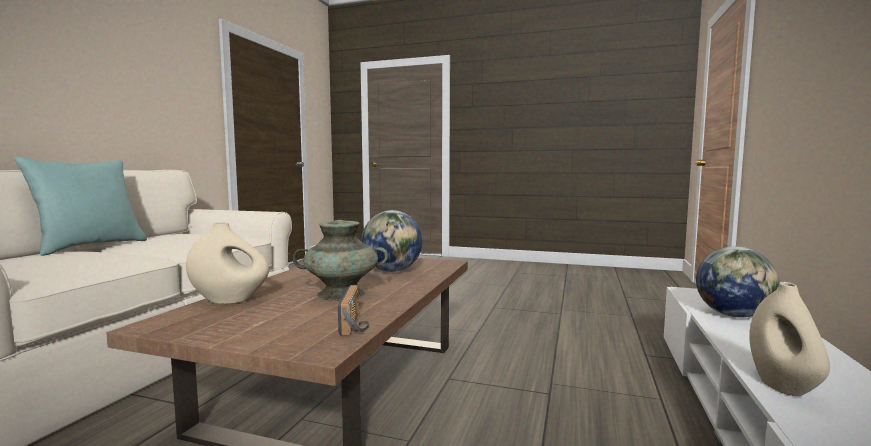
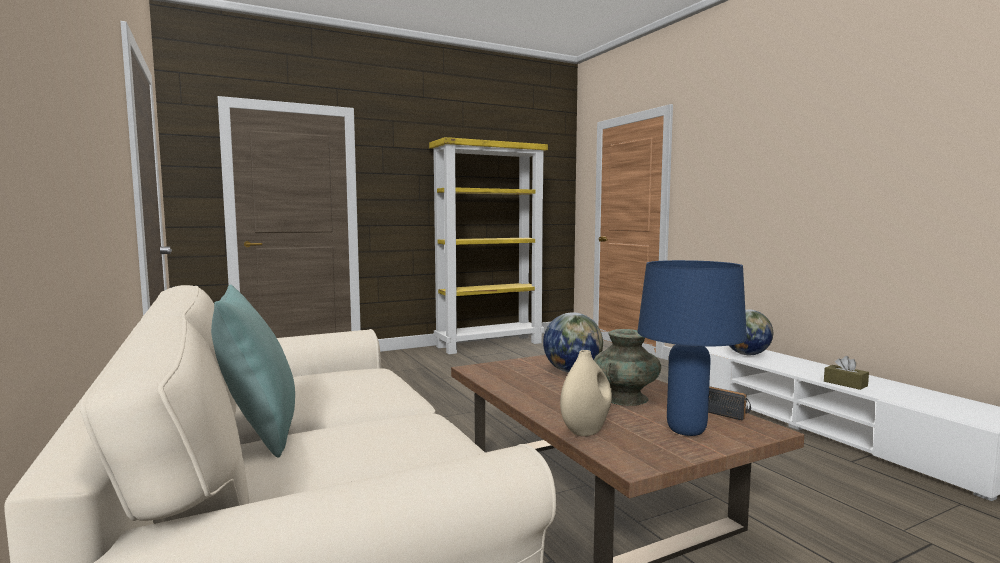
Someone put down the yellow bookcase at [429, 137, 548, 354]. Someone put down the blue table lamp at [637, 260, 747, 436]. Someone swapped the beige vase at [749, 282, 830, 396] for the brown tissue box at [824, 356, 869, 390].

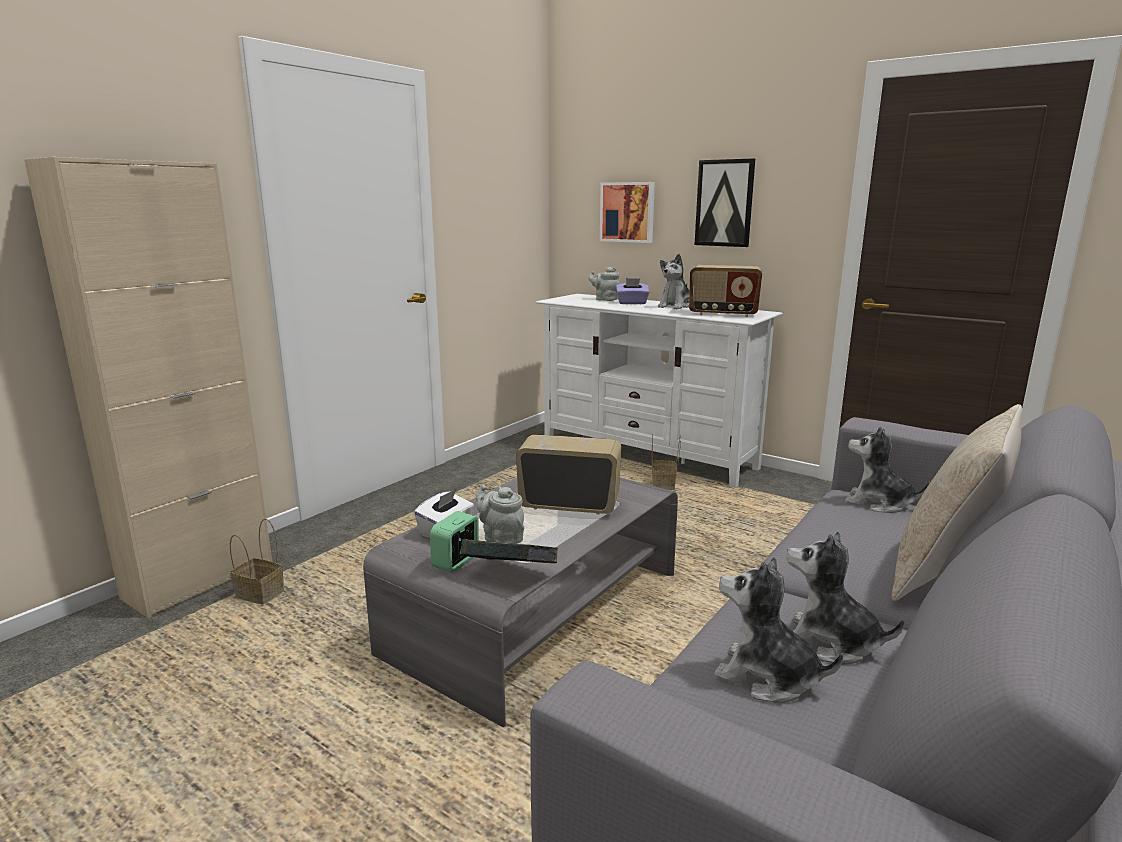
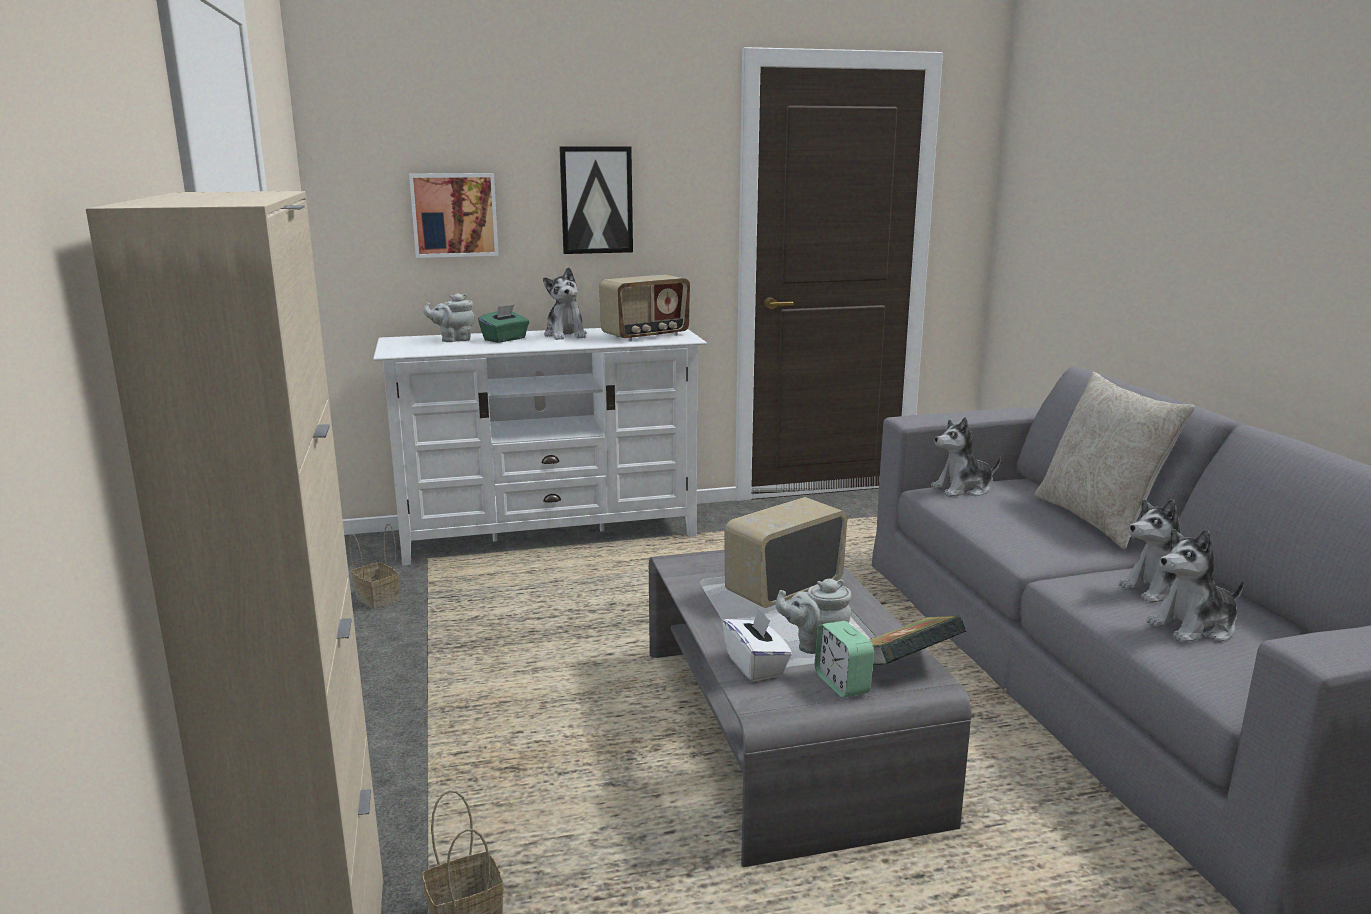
Someone carried the basket from [652, 434, 681, 490] to [350, 524, 399, 609]. Someone repainted the purple tissue box at [616, 278, 649, 304], which became the green tissue box at [478, 305, 529, 343].

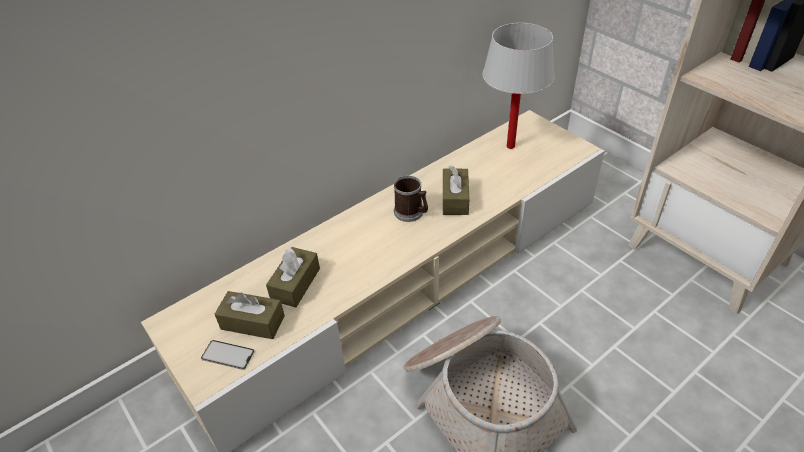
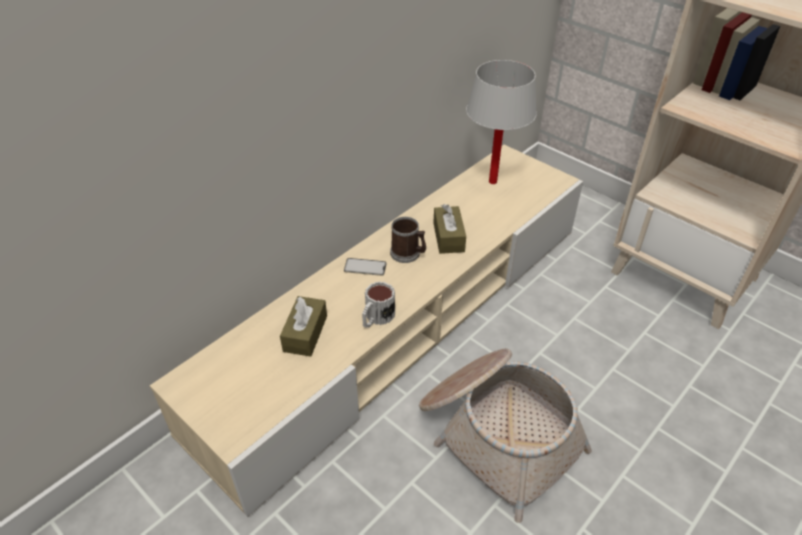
Someone carried the phone from [201, 340, 255, 370] to [344, 258, 387, 276]. Someone put down the mug at [362, 281, 395, 328]. Someone took away the brown tissue box at [215, 291, 285, 339].

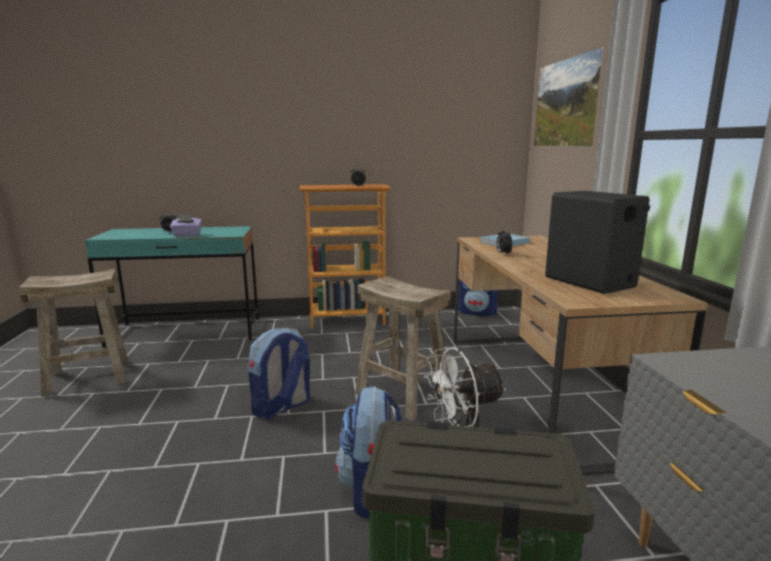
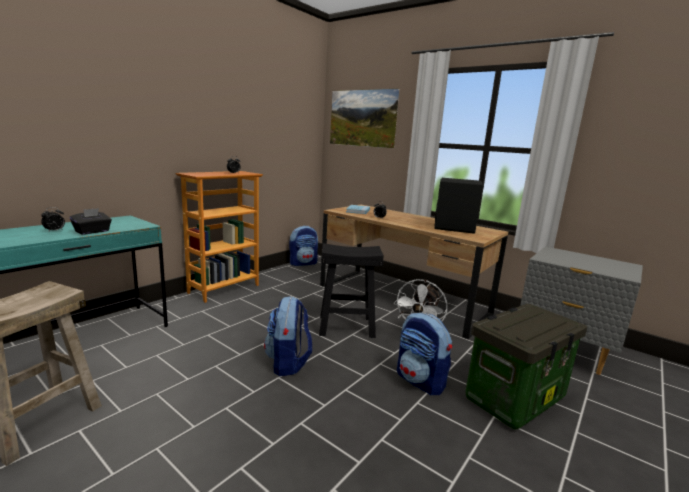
Someone repainted the purple tissue box at [170, 214, 202, 237], which became the black tissue box at [70, 208, 112, 235]. Someone repainted the beige stool at [355, 276, 451, 421], which became the black stool at [319, 243, 384, 338].

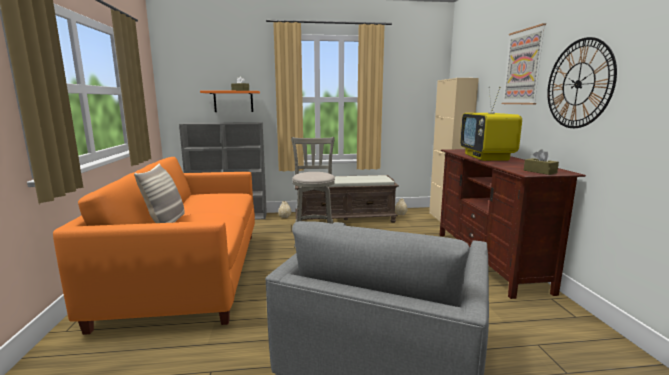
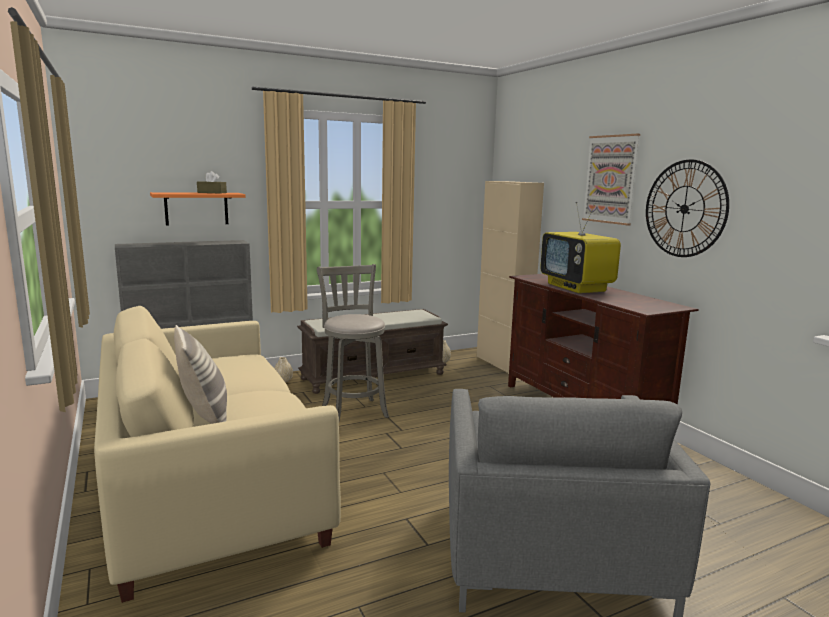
Someone repainted the orange sofa at [53, 157, 255, 335], which became the beige sofa at [94, 306, 341, 603]. Someone took away the brown tissue box at [524, 149, 559, 175].

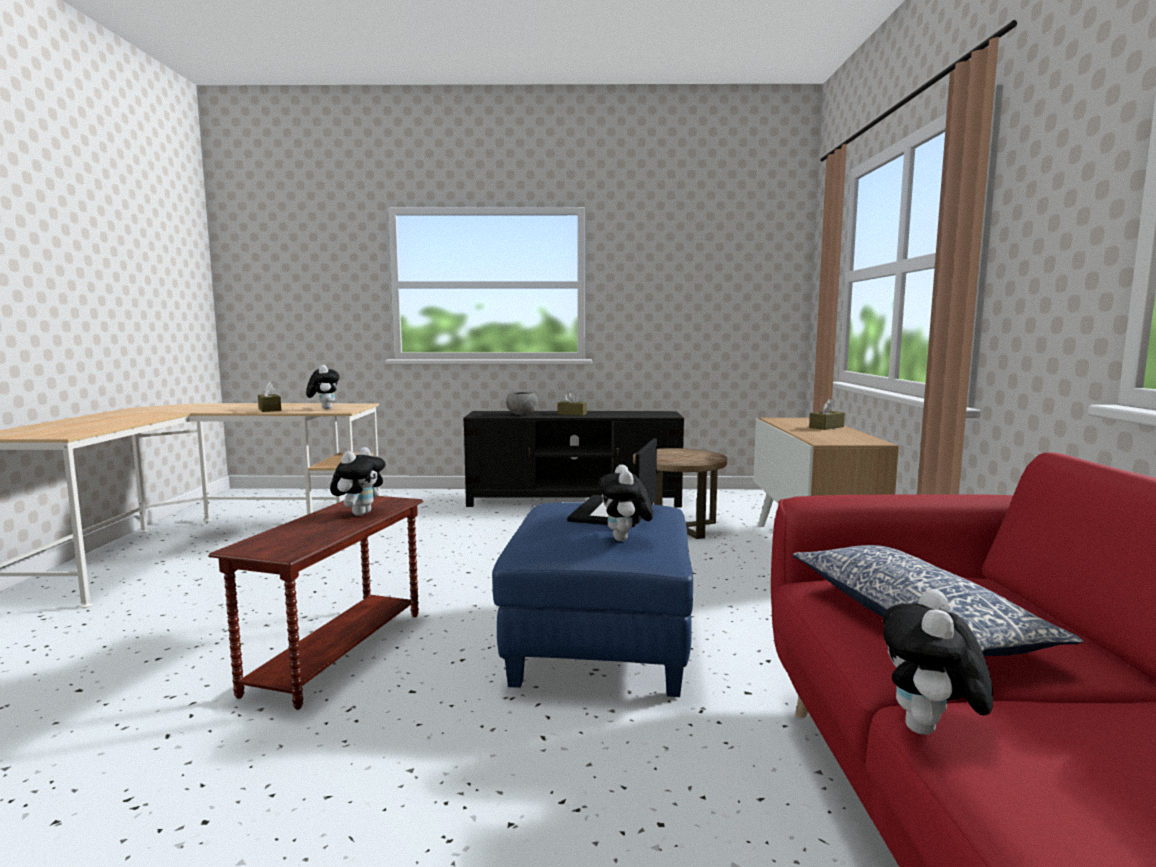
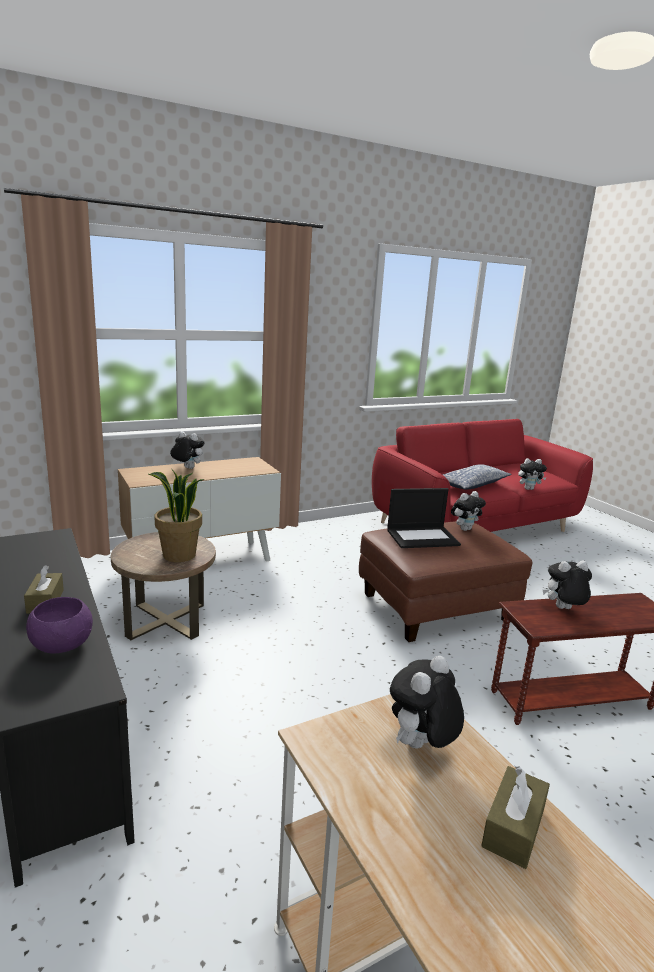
Someone repainted the grey bowl at [506, 392, 538, 415], which became the purple bowl at [26, 597, 93, 654]. Someone put down the potted plant at [147, 469, 205, 562]. Someone swapped the brown tissue box at [809, 399, 845, 430] for the plush toy at [170, 431, 205, 469]. Someone repainted the blue ottoman at [492, 502, 693, 697], which became the brown ottoman at [359, 521, 532, 642].

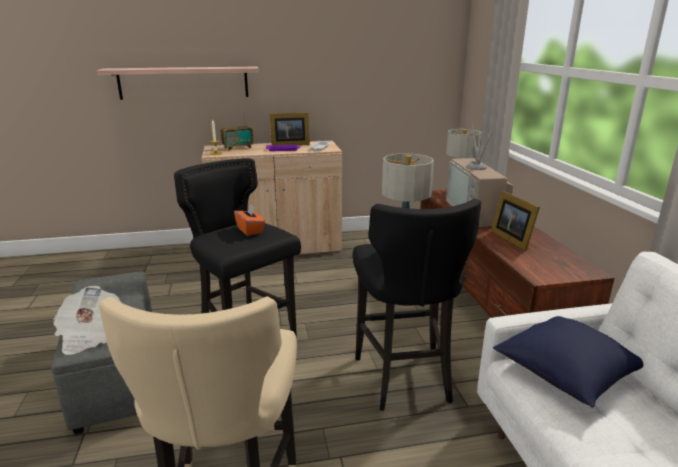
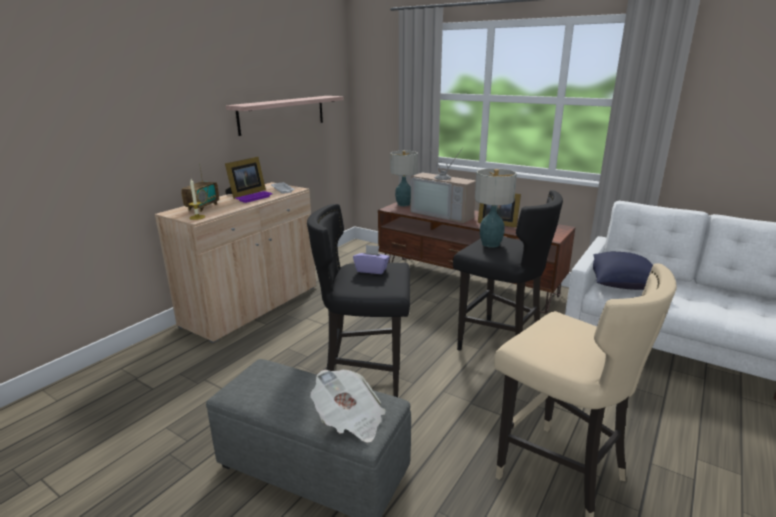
Someone carried the shelf from [97, 67, 259, 100] to [226, 96, 344, 136]. Someone repainted the orange tissue box at [234, 204, 265, 236], which became the purple tissue box at [353, 245, 390, 274].

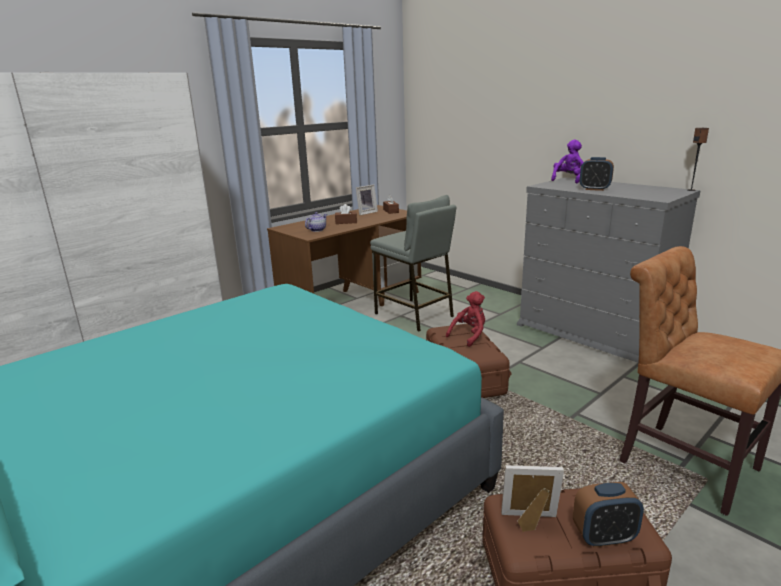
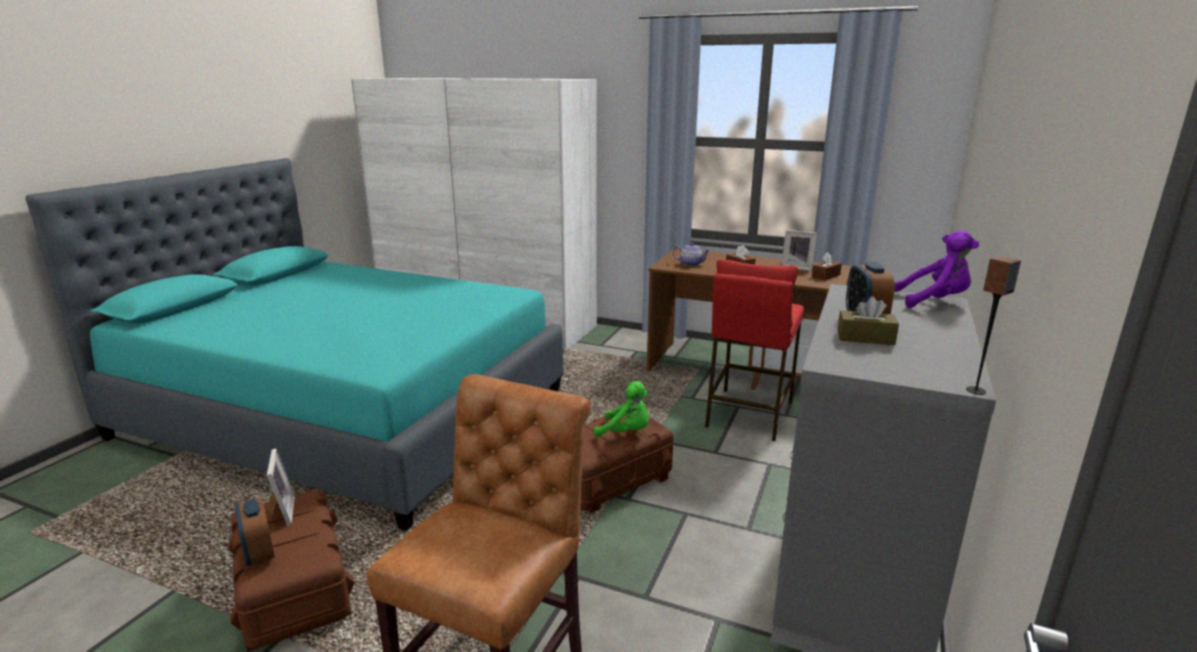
Someone repainted the red plush toy at [446, 291, 485, 347], which became the green plush toy at [594, 381, 649, 437]. Someone repainted the grey stool at [370, 195, 456, 331], which became the red stool at [705, 259, 804, 441]. Someone put down the brown tissue box at [837, 296, 899, 345].

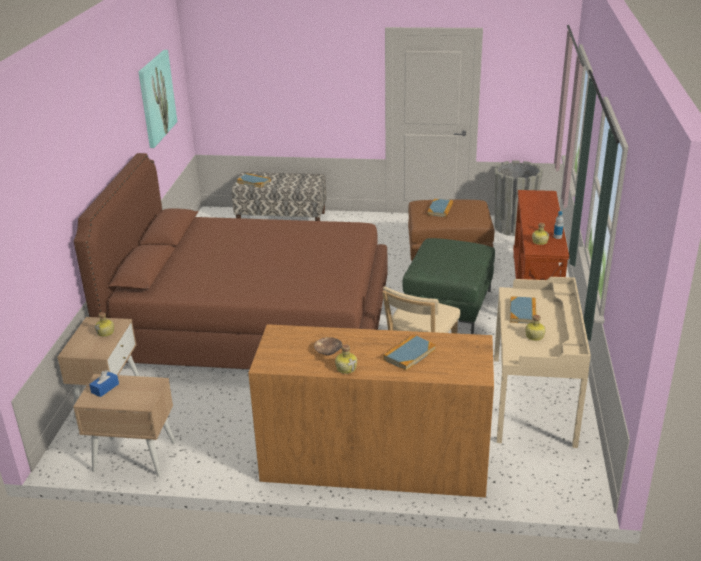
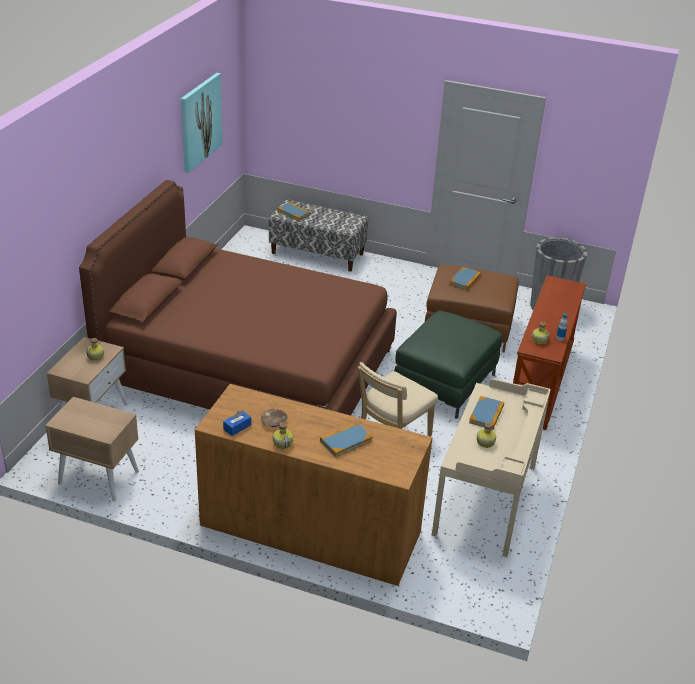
Someone carried the blue tissue box from [89, 370, 119, 397] to [223, 410, 251, 436].

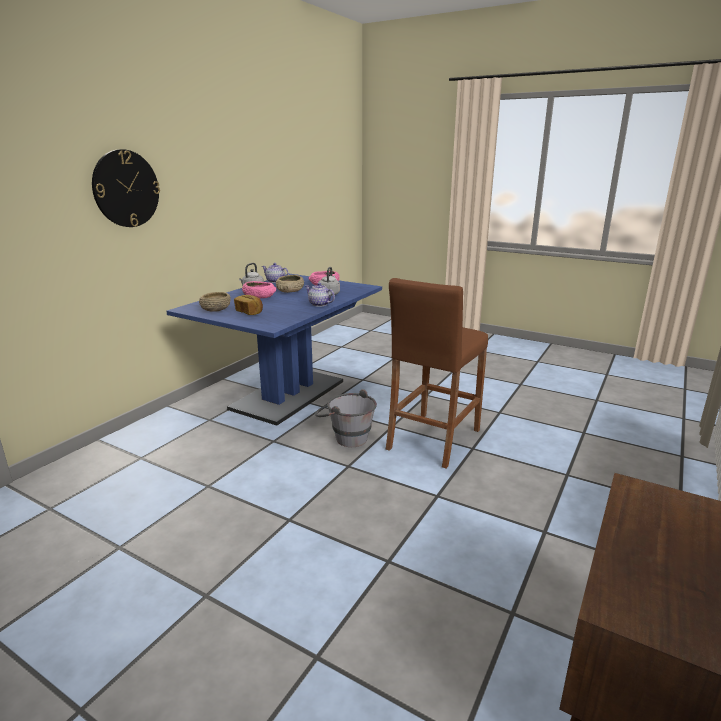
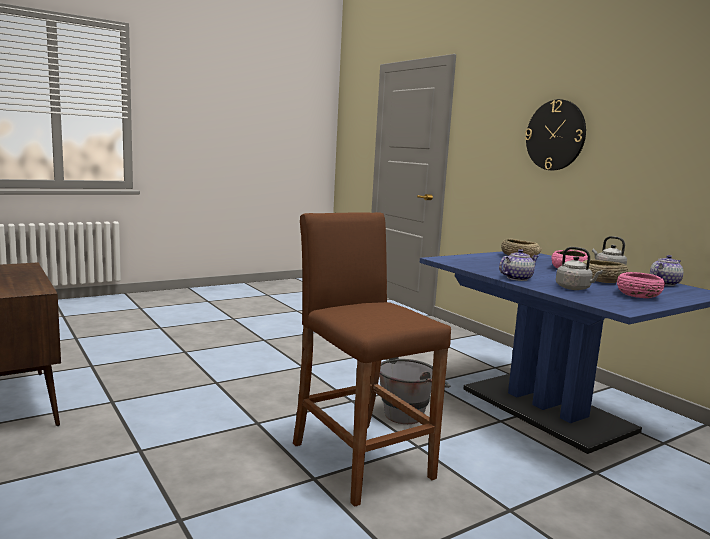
Someone took away the bread at [234, 295, 263, 315].

